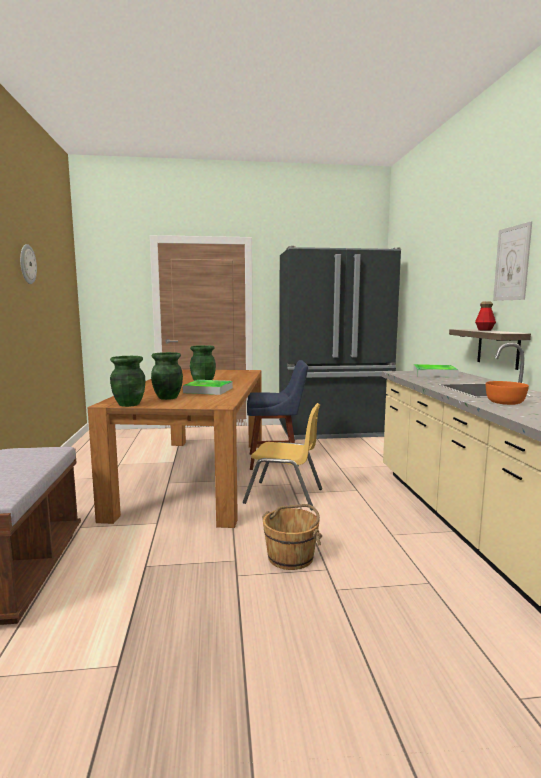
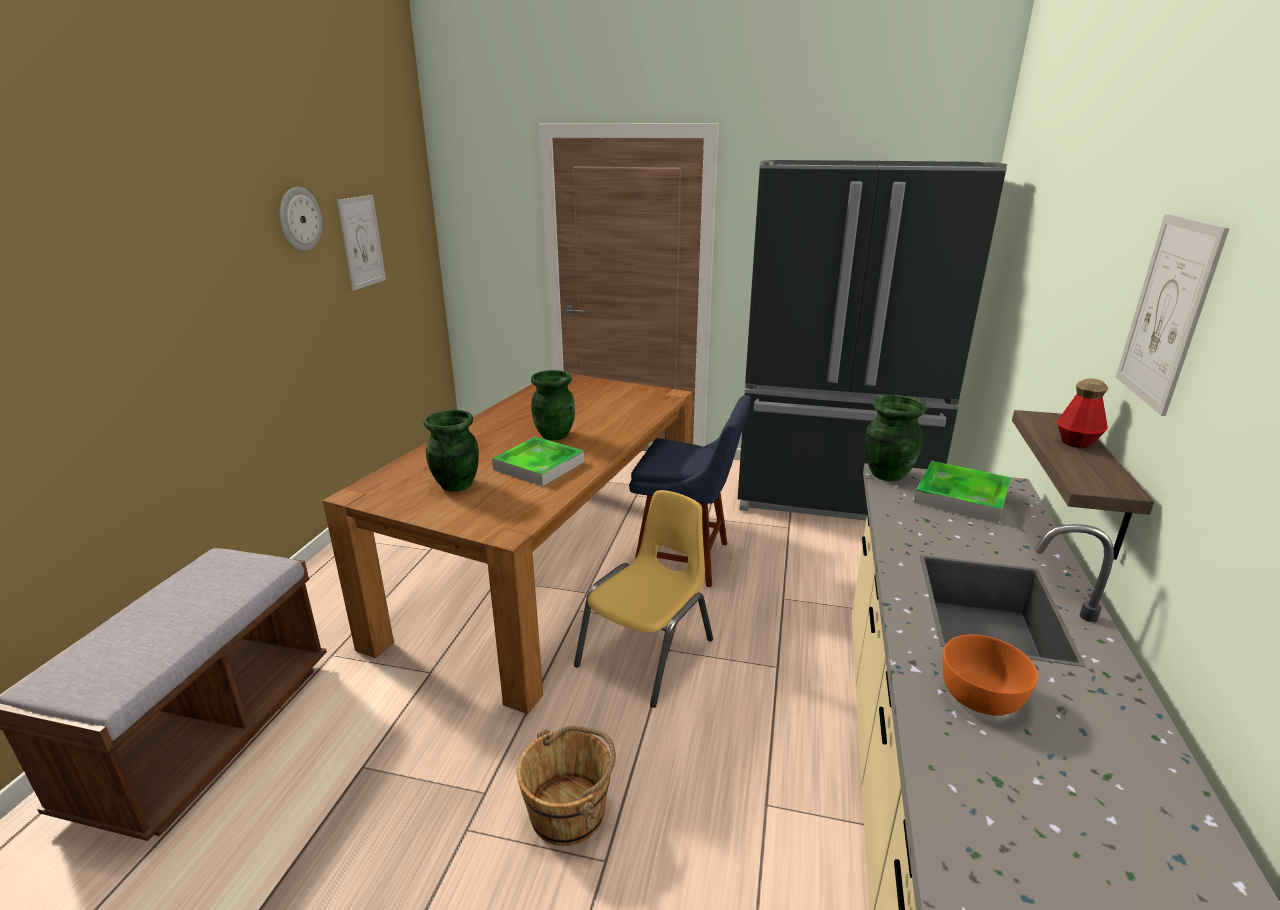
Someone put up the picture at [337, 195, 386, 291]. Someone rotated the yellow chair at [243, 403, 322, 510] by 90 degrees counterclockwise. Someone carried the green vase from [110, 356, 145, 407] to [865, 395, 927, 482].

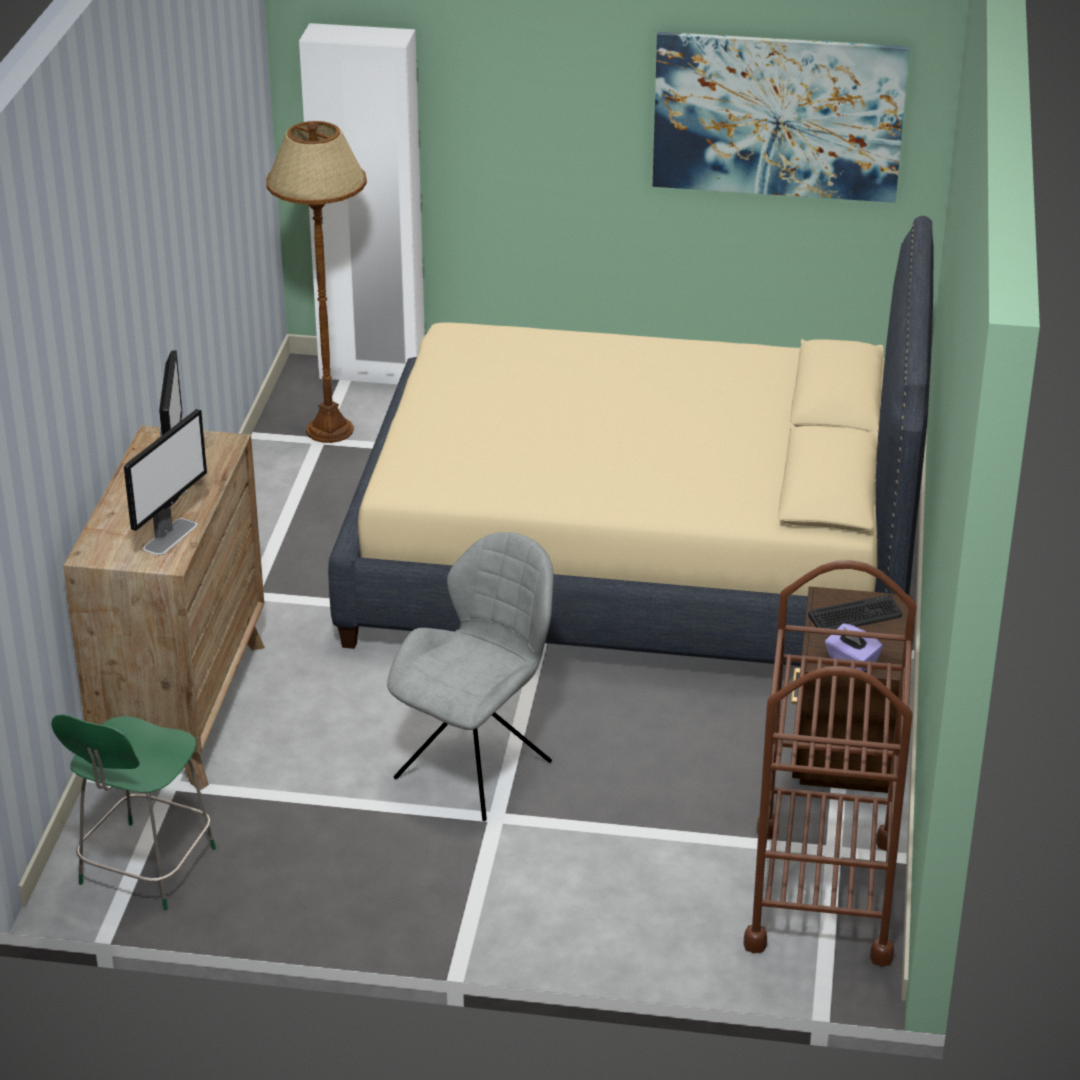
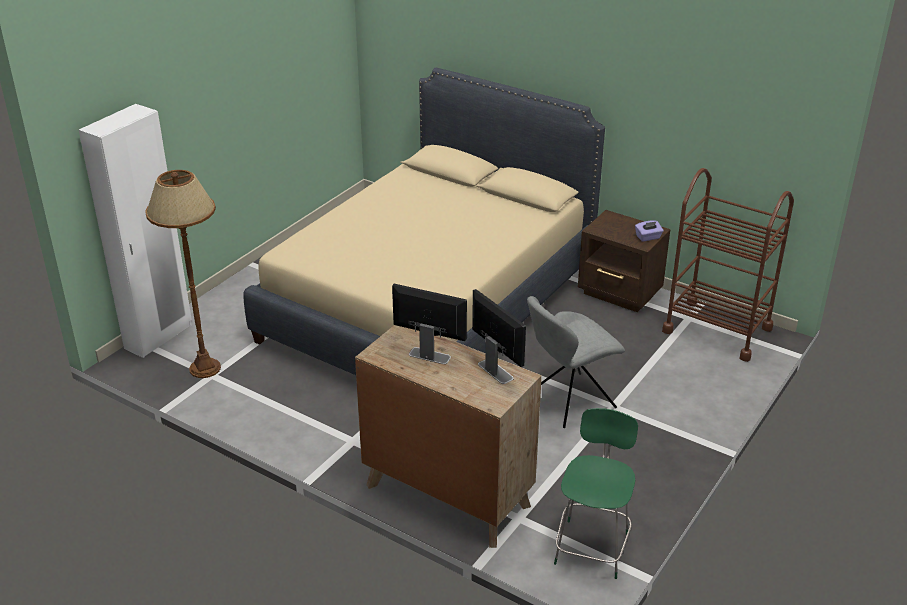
Someone rotated the grey chair at [387, 532, 553, 821] by 90 degrees counterclockwise. Someone rotated the green chair at [51, 714, 216, 911] by 120 degrees counterclockwise. Someone took away the picture at [653, 32, 910, 203]. Someone took away the keyboard at [808, 595, 902, 629].

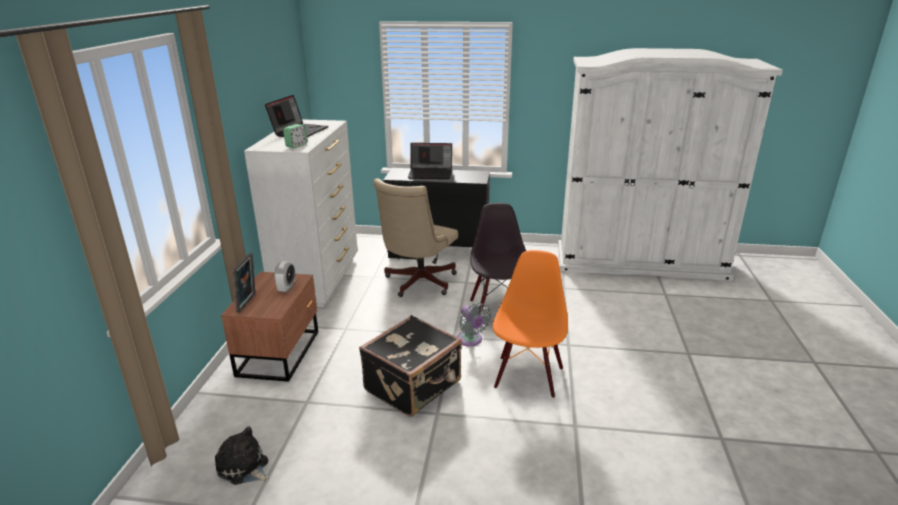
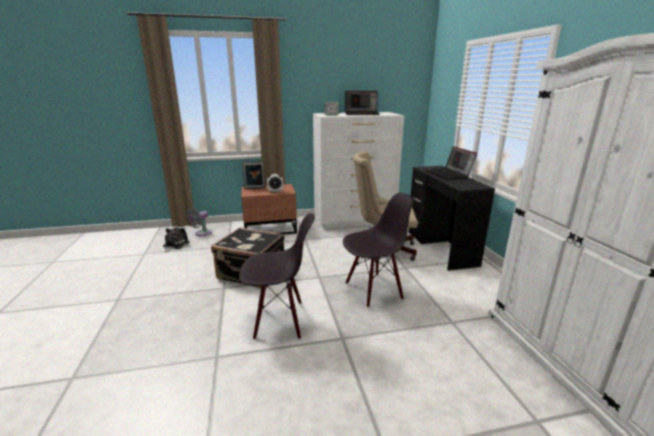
Someone carried the grey fan from [457, 303, 491, 346] to [187, 207, 212, 236]. Someone repainted the orange chair at [493, 250, 568, 398], which became the black chair at [239, 213, 315, 340].

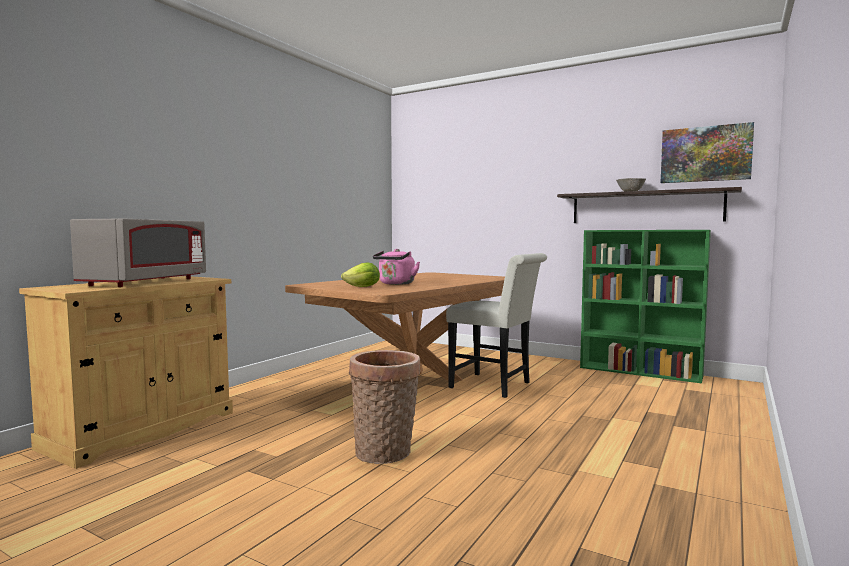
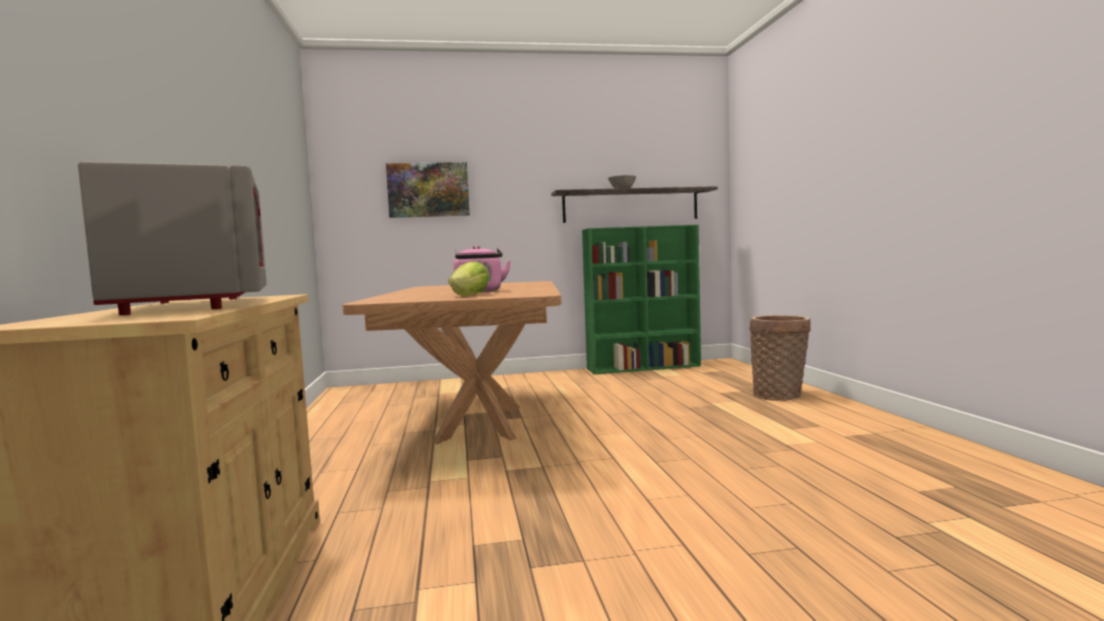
Someone carried the picture from [661, 122, 754, 183] to [386, 162, 470, 218]. Someone carried the basket from [349, 350, 421, 464] to [750, 315, 811, 401]. Someone took away the white chair at [446, 253, 547, 398].

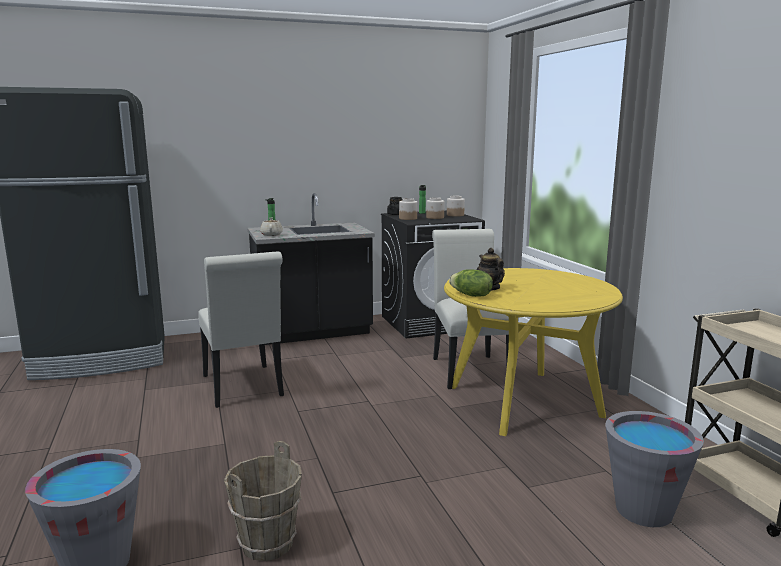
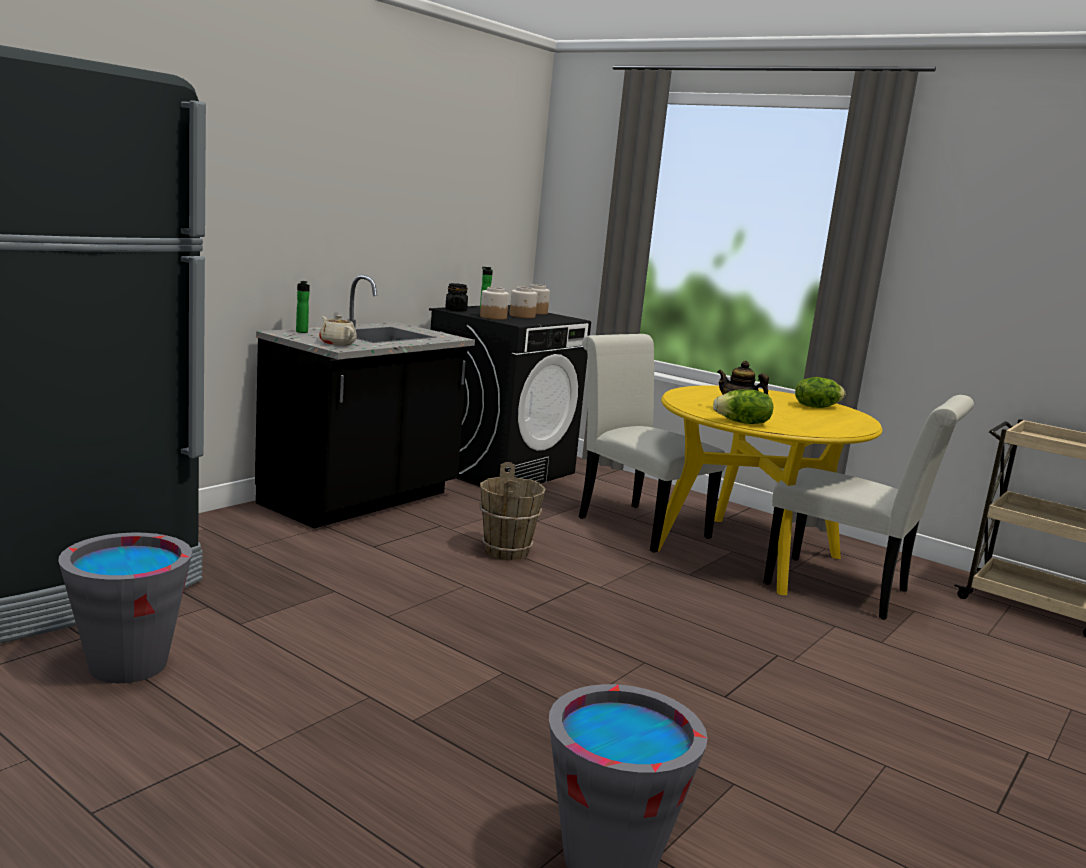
Someone carried the grey bucket from [605, 411, 704, 527] to [58, 533, 192, 683]. Someone carried the brown bucket from [224, 441, 302, 561] to [479, 462, 546, 560]. Someone carried the white chair from [198, 252, 284, 408] to [763, 395, 974, 620]. Someone put down the lettuce at [795, 377, 845, 408].

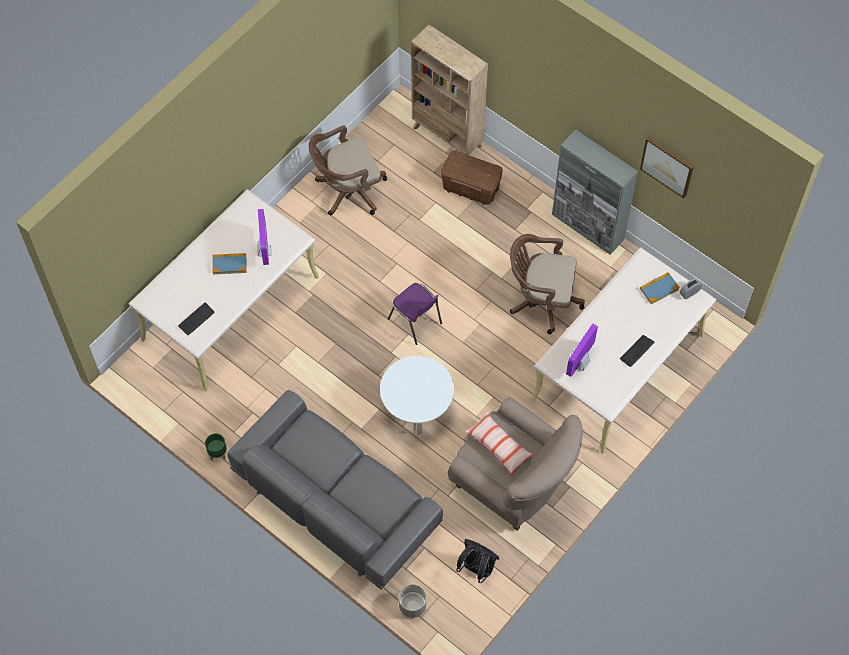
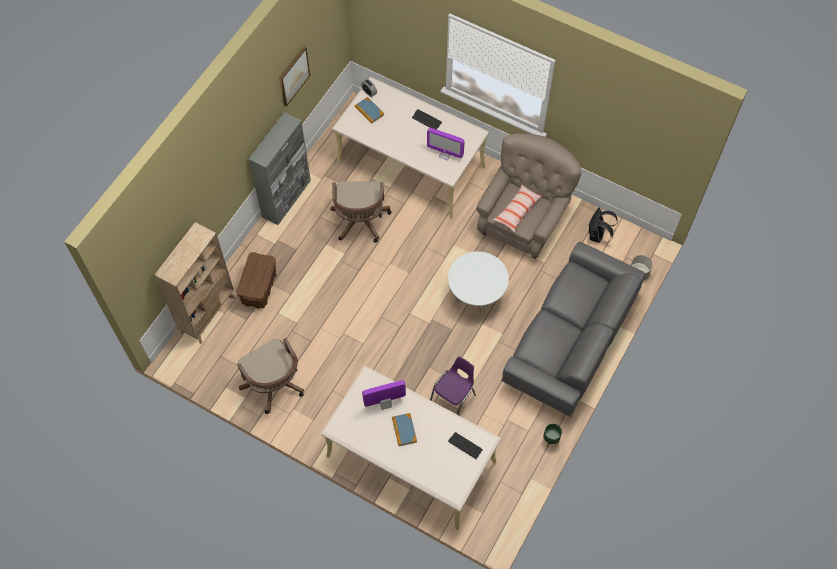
Someone carried the purple chair from [388, 283, 442, 345] to [430, 356, 476, 415].

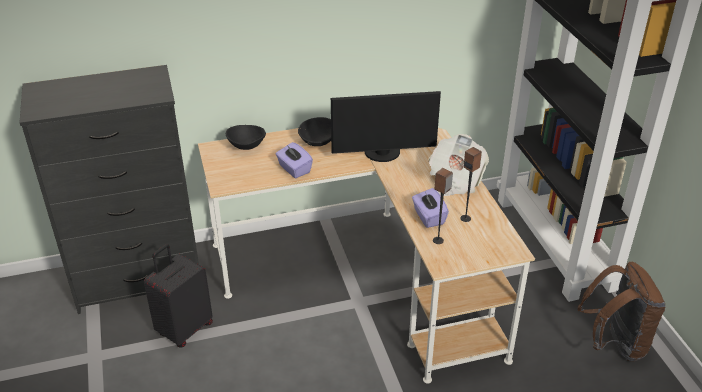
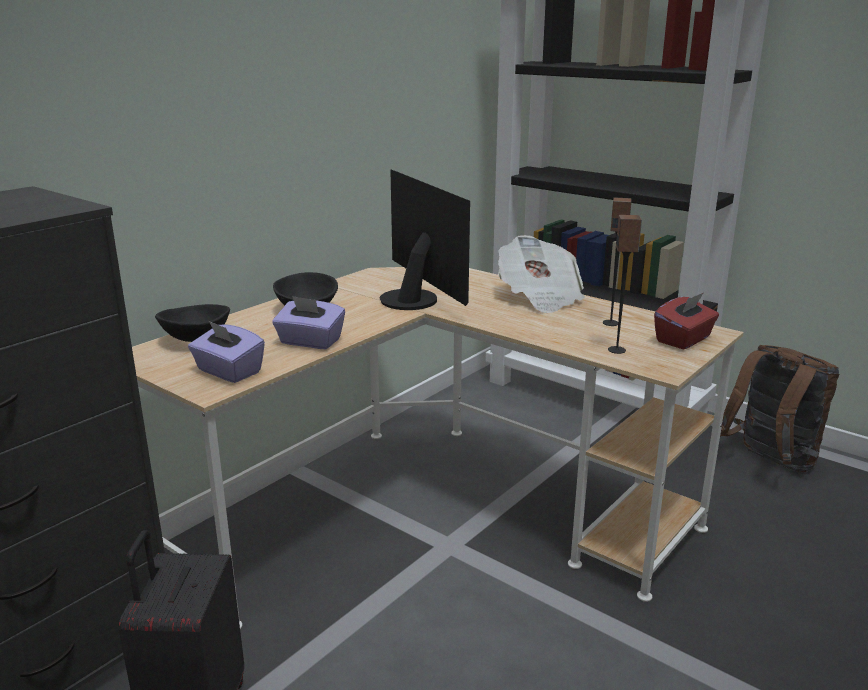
Someone carried the purple tissue box from [412, 188, 449, 228] to [188, 320, 265, 383]. Someone rotated the monitor at [331, 91, 441, 162] by 75 degrees counterclockwise. Someone put down the red tissue box at [654, 293, 719, 350].

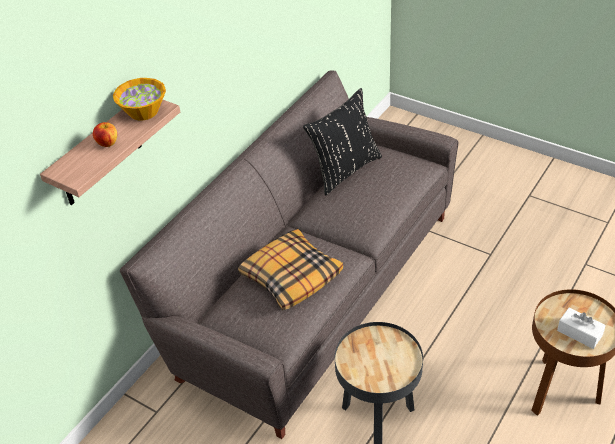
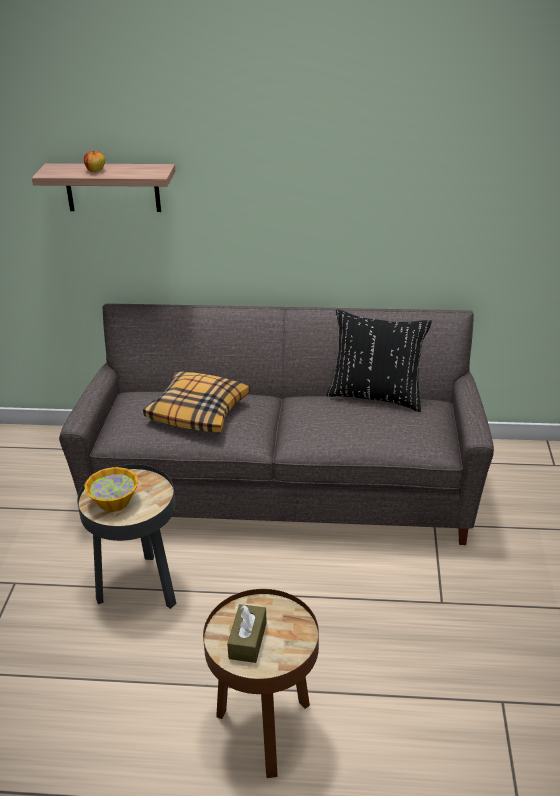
Someone carried the bowl from [113, 78, 166, 121] to [84, 467, 138, 512]. Someone repainted the white tissue box at [557, 308, 606, 349], which became the brown tissue box at [227, 604, 267, 663].

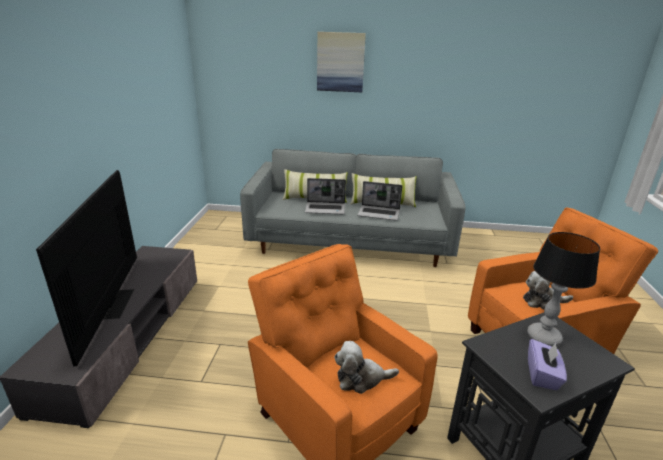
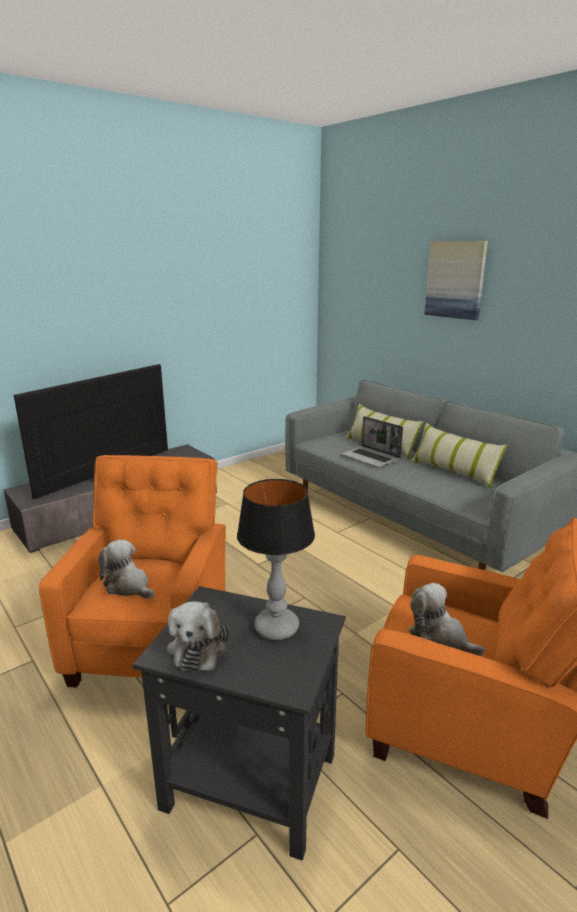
Someone swapped the purple tissue box at [528, 339, 567, 390] for the plush toy at [167, 601, 229, 671]. Someone took away the laptop at [357, 181, 402, 220].

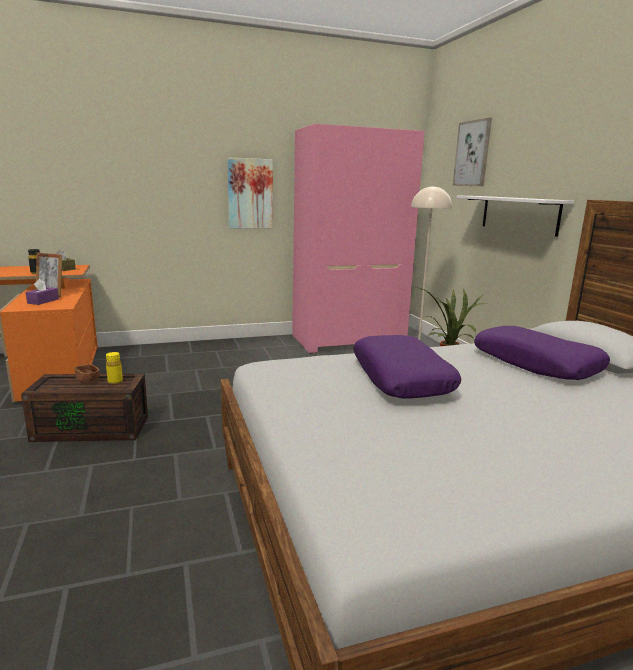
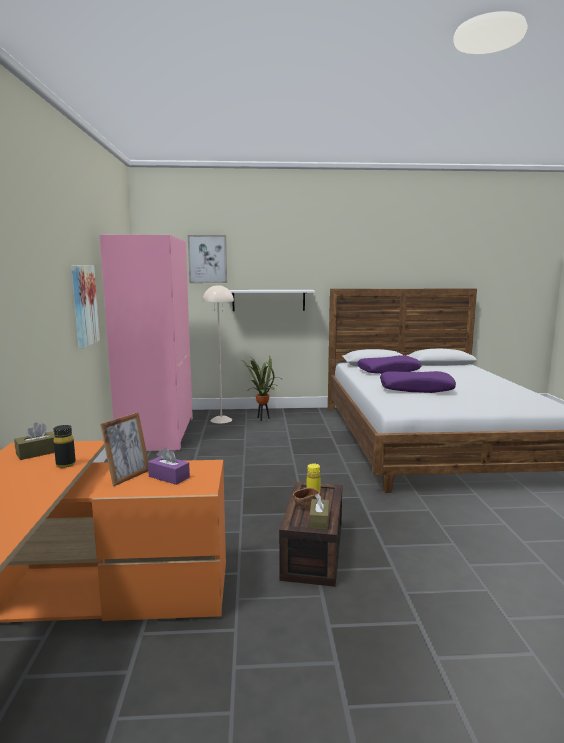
Someone put down the brown tissue box at [309, 494, 329, 530].

